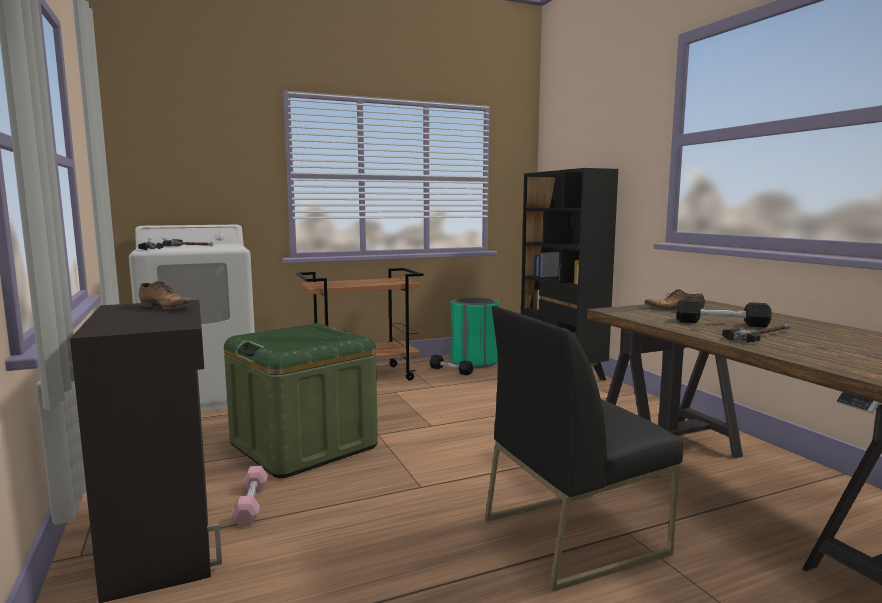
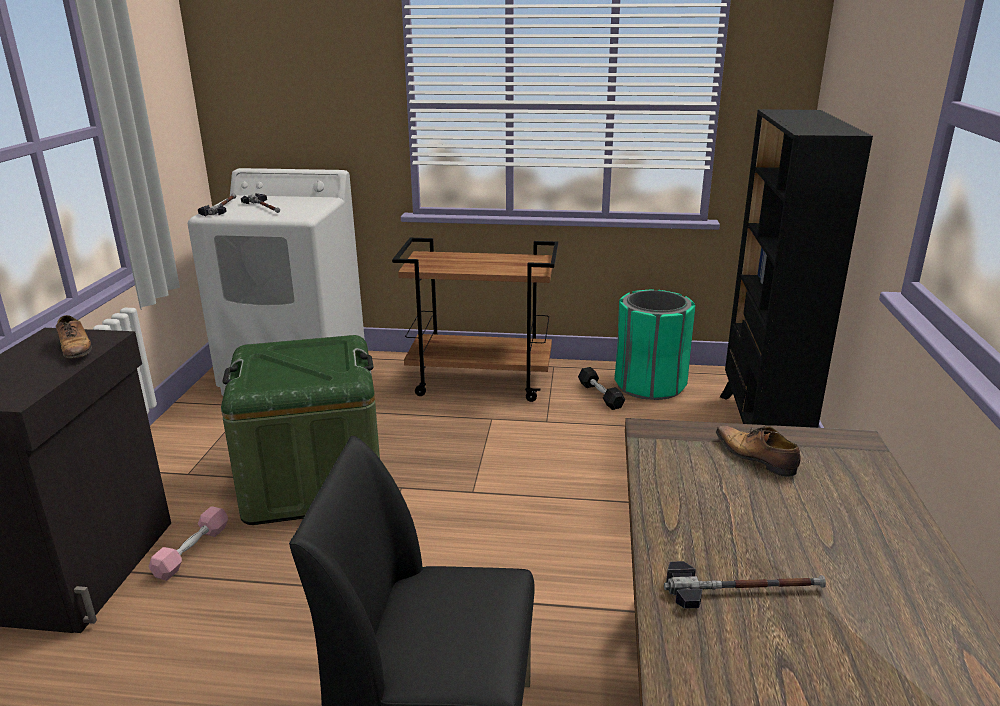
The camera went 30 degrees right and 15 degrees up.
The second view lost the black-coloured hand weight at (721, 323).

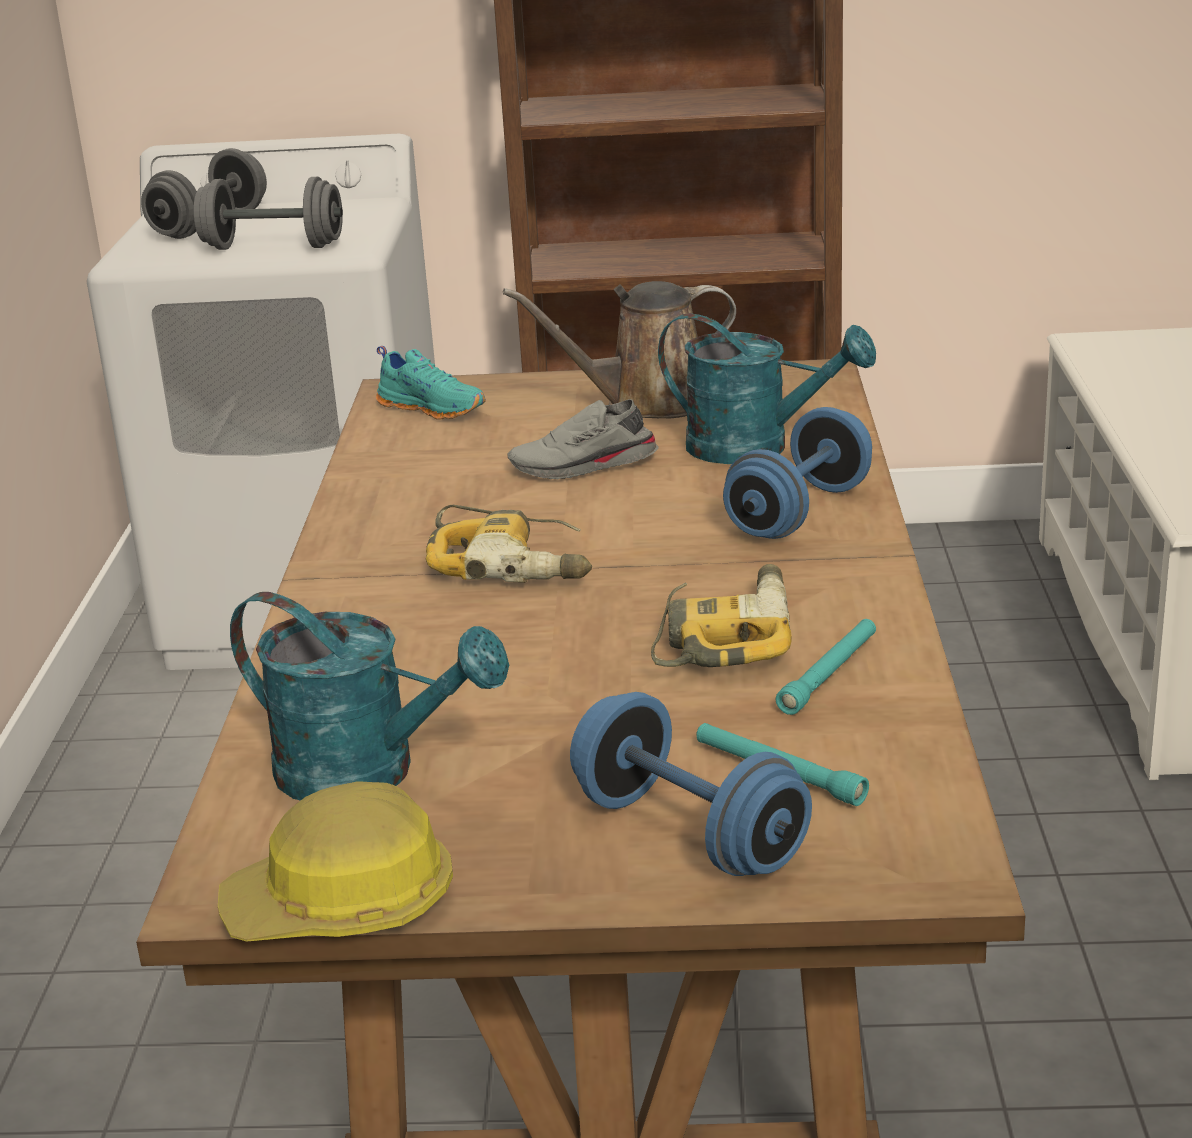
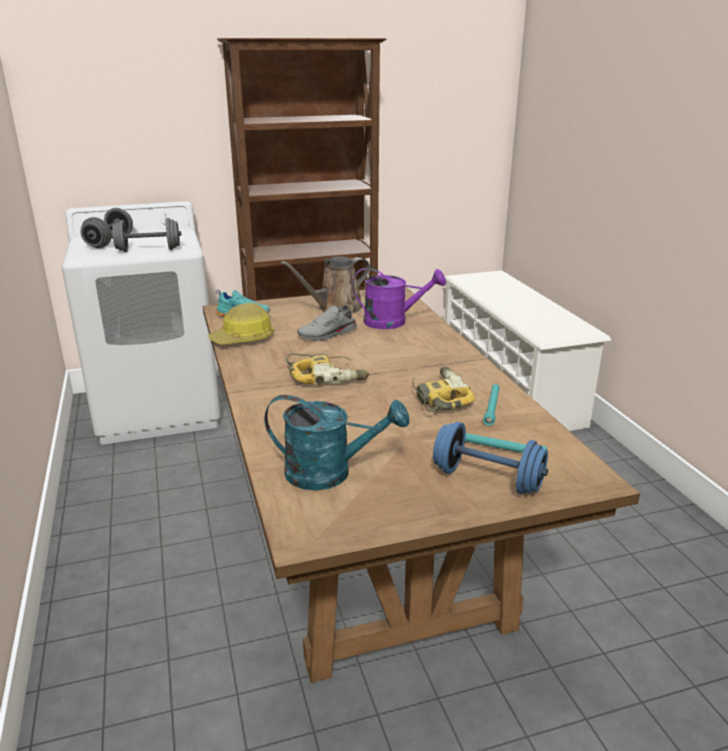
The camera went 20 degrees left and 0 degrees up.
The work helmet ended up elsewhere, having gone from (343, 906) to (244, 339).
What was the turquoise-coloured watering pot at (756, 447) turned into the purple-coloured watering pot at (393, 322).
The second view lost the blue hand weight at (799, 512).

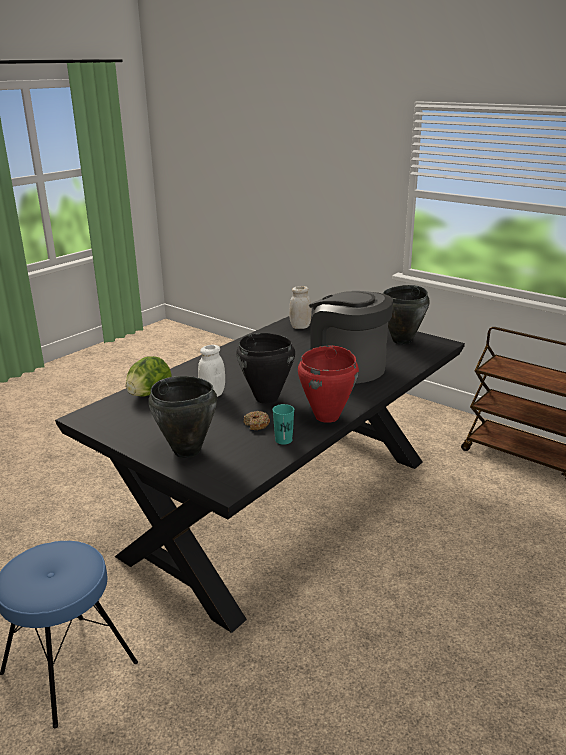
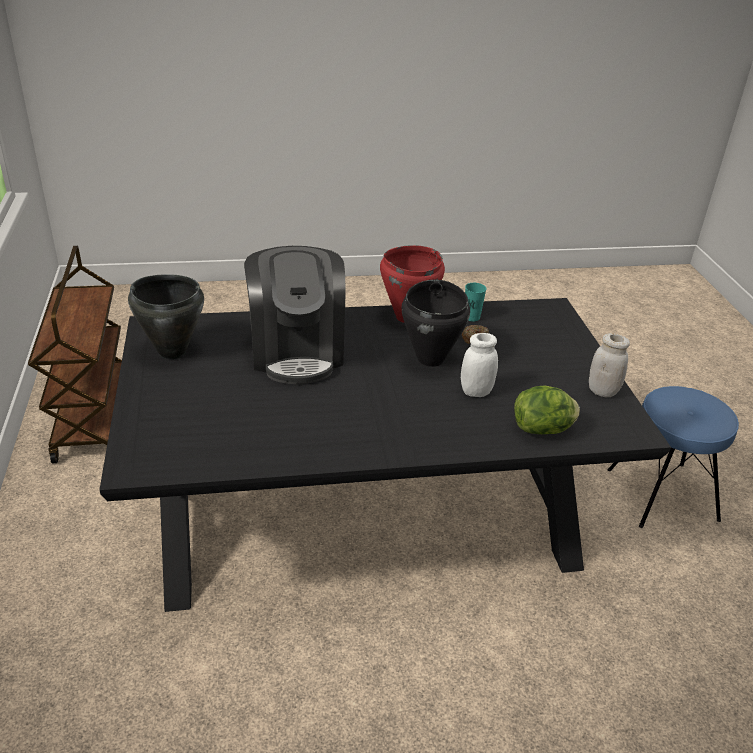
The camera went 140 degrees left and 10 degrees up.
The white-coloured storage jar ended up elsewhere, having gone from (300, 327) to (602, 391).
The second view lost the black-coloured saucepot at (187, 451).

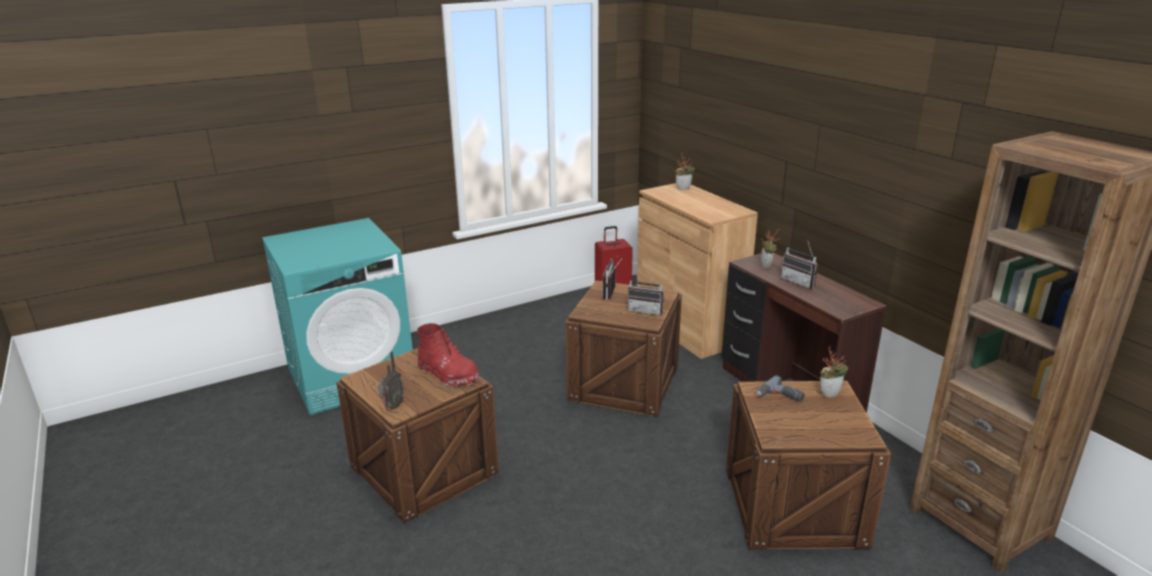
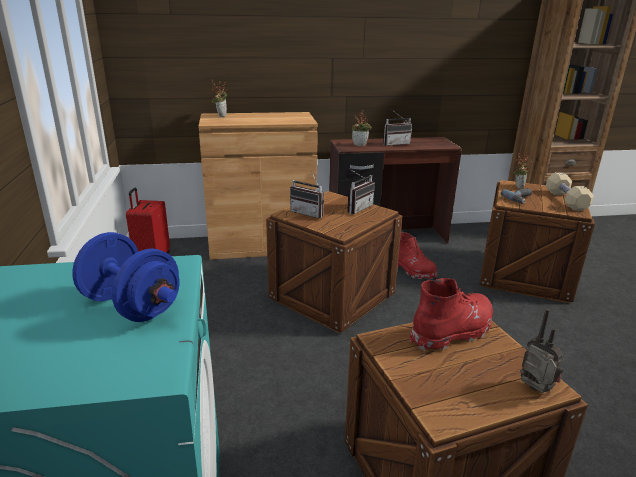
The camera went 70 degrees left and 0 degrees up.
The second view gained the blue hand weight at (131, 306).
The second view gained the red boot at (413, 270).
The second view gained the beige-coloured hand weight at (566, 201).

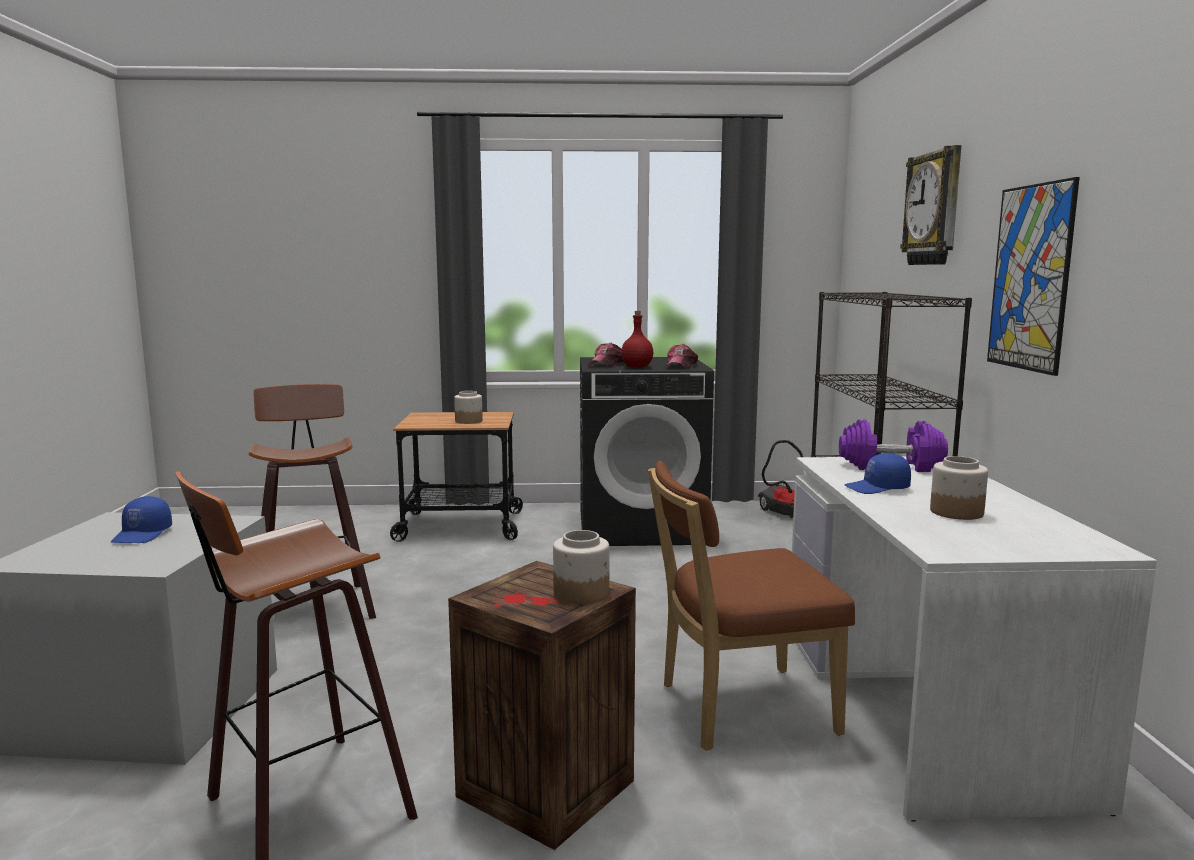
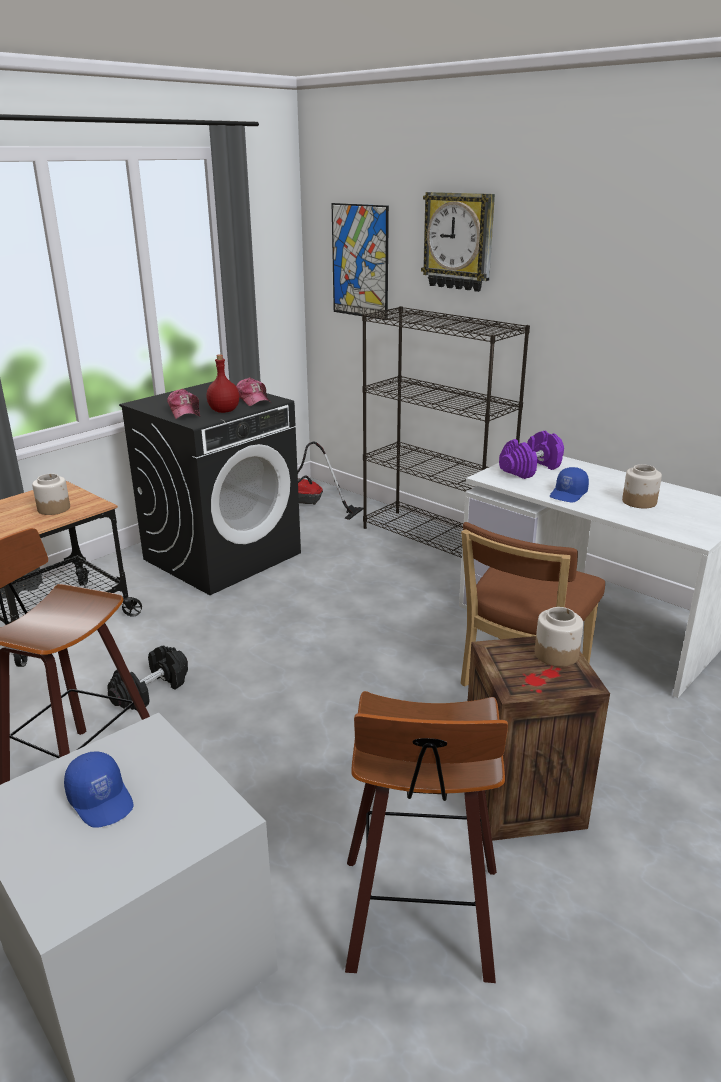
The camera went 45 degrees left and 15 degrees up.
The second view gained the black-coloured hand weight at (150, 691).
The picture ended up elsewhere, having gone from (1030, 277) to (360, 261).

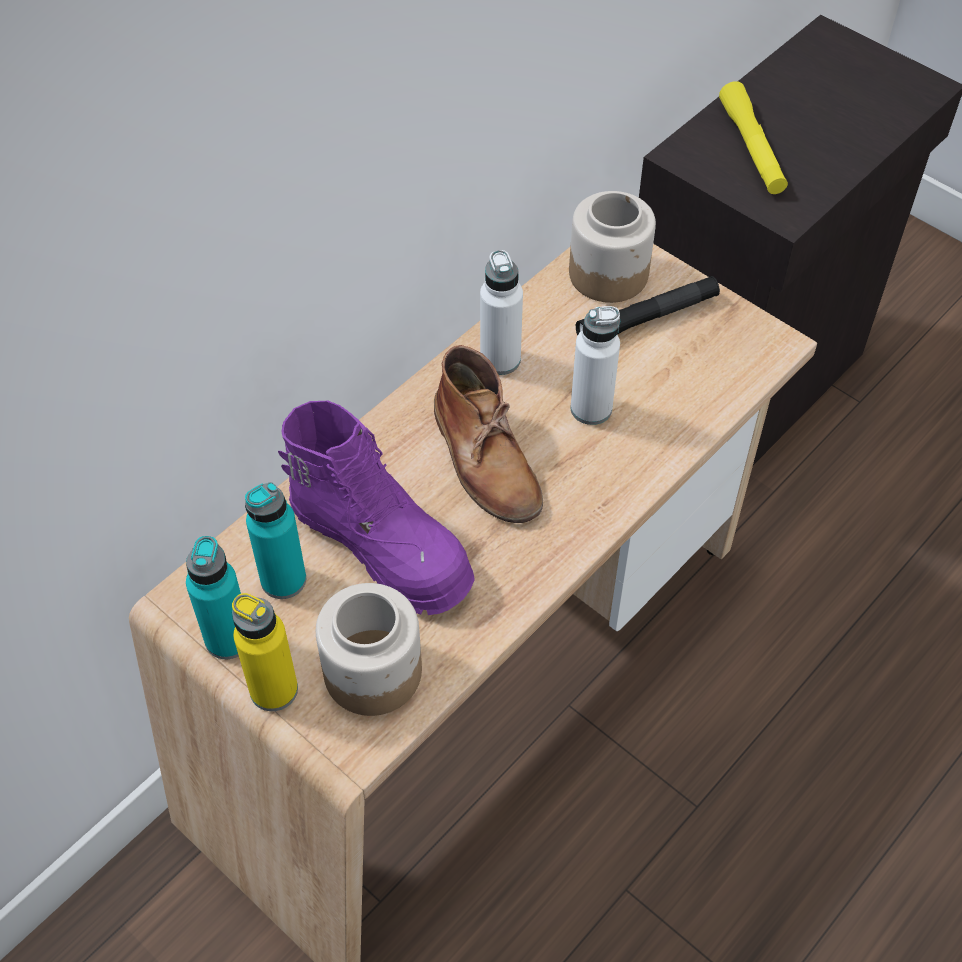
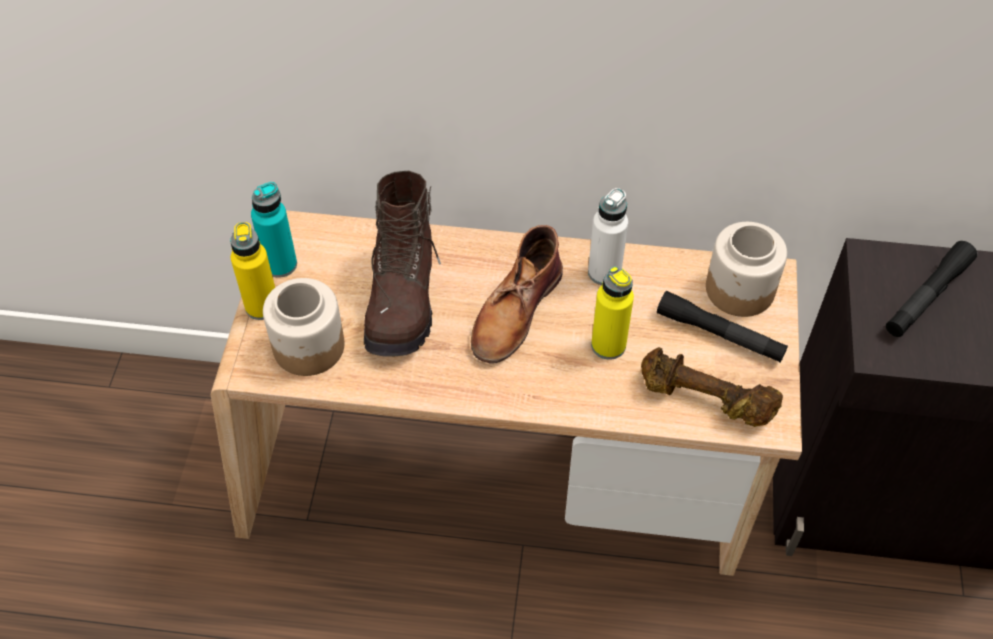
The camera went 55 degrees right and 0 degrees up.
What was the purple-coloured boot at (383, 546) turned into the brown boot at (403, 298).
What was the white-coloured drink bottle at (591, 408) turned into the yellowish drink bottle at (608, 345).
The second view gained the brown hand weight at (705, 400).
What was the yellowish flashlight at (751, 148) turned into the black-coloured flashlight at (927, 296).
The second view lost the turquoise-coloured drink bottle at (283, 580).

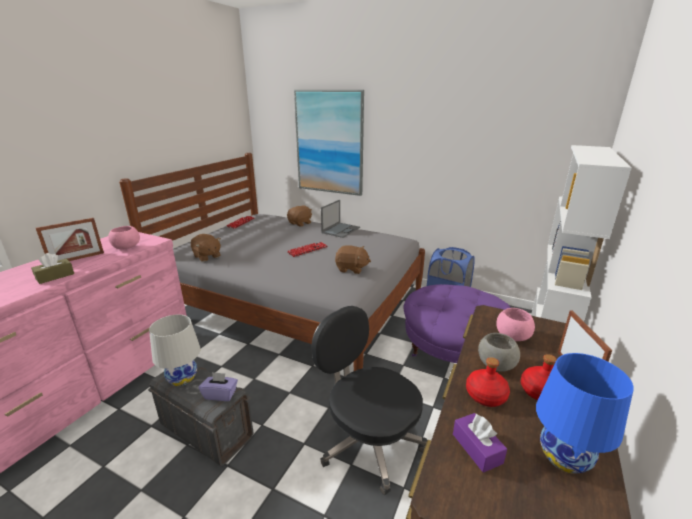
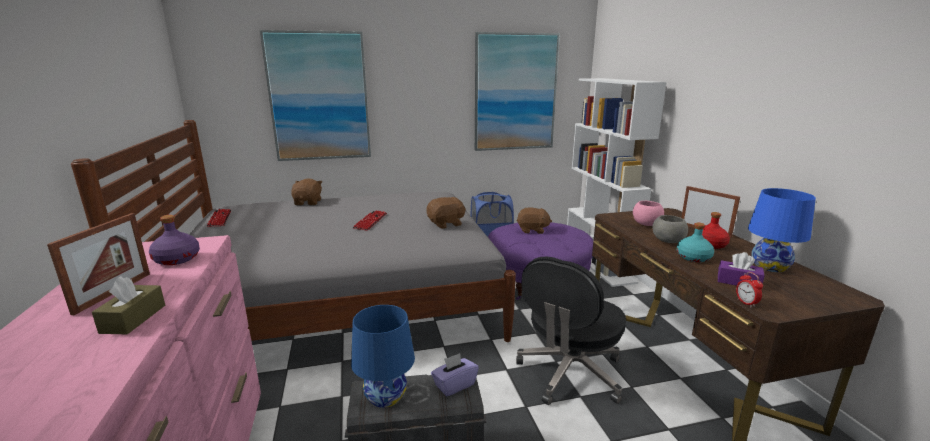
The camera went 40 degrees left and 5 degrees down.
Where the pink deep dish stood at (127, 248), the purple-coloured drink bottle came to stand at (177, 259).
What was the white-coloured table lamp at (182, 378) turned into the blue table lamp at (385, 396).
The second view gained the picture at (515, 92).
The black-coloured computer chair at (368, 441) ended up facing another way, 60 degrees counterclockwise from before.
The brown soft toy ended up elsewhere, having gone from (207, 256) to (532, 230).
What was the red drink bottle at (485, 395) turned into the turquoise-coloured drink bottle at (693, 257).
The second view gained the alarm clock at (746, 303).
The second view lost the notebook computer at (341, 230).

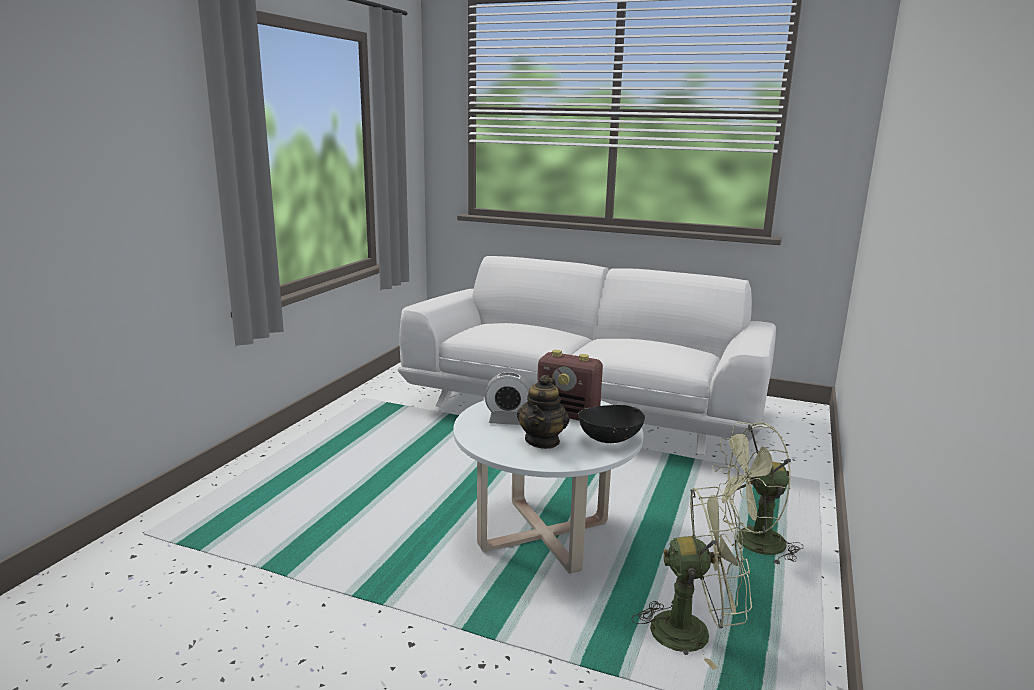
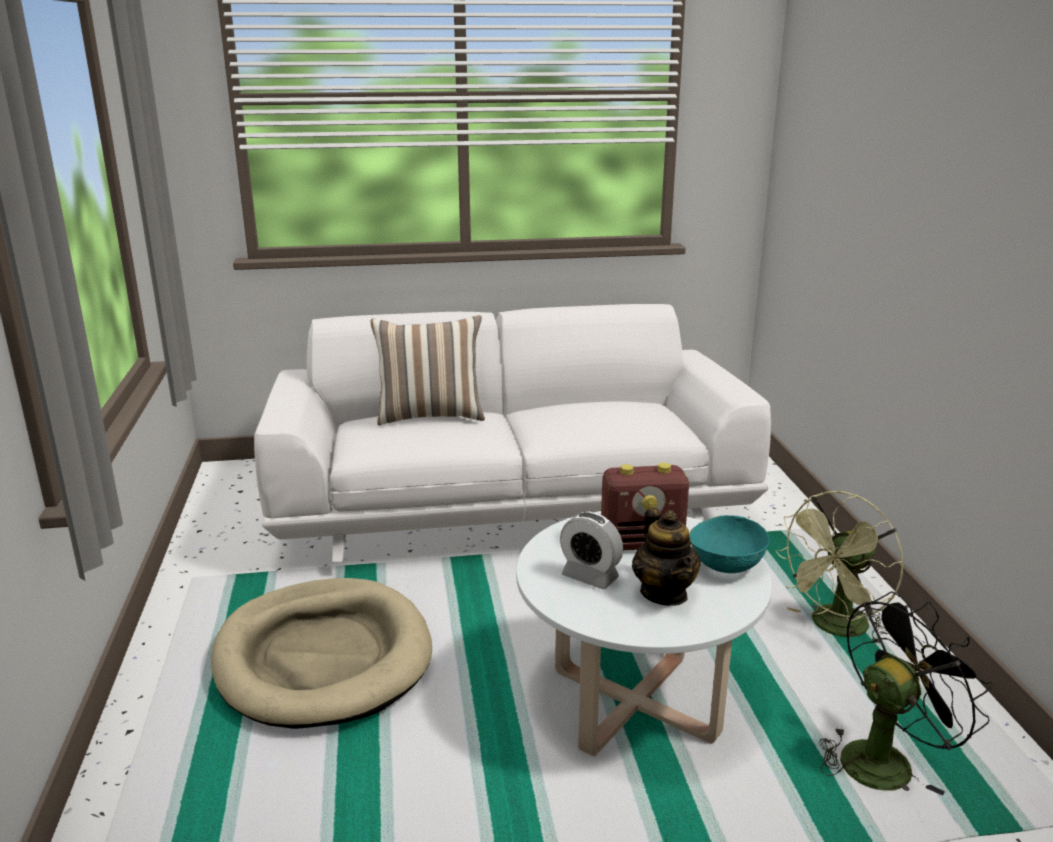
The camera went 30 degrees left and 5 degrees up.
The second view gained the beige-coloured dog bed at (323, 658).
The second view gained the pillow at (430, 415).
The alarm clock at (508, 421) ended up facing another way, 60 degrees clockwise from before.
What was the black-coloured deep dish at (609, 438) turned into the turquoise-coloured deep dish at (726, 564).
What was the green-coloured fan at (693, 631) turned into the black-coloured fan at (884, 758).

